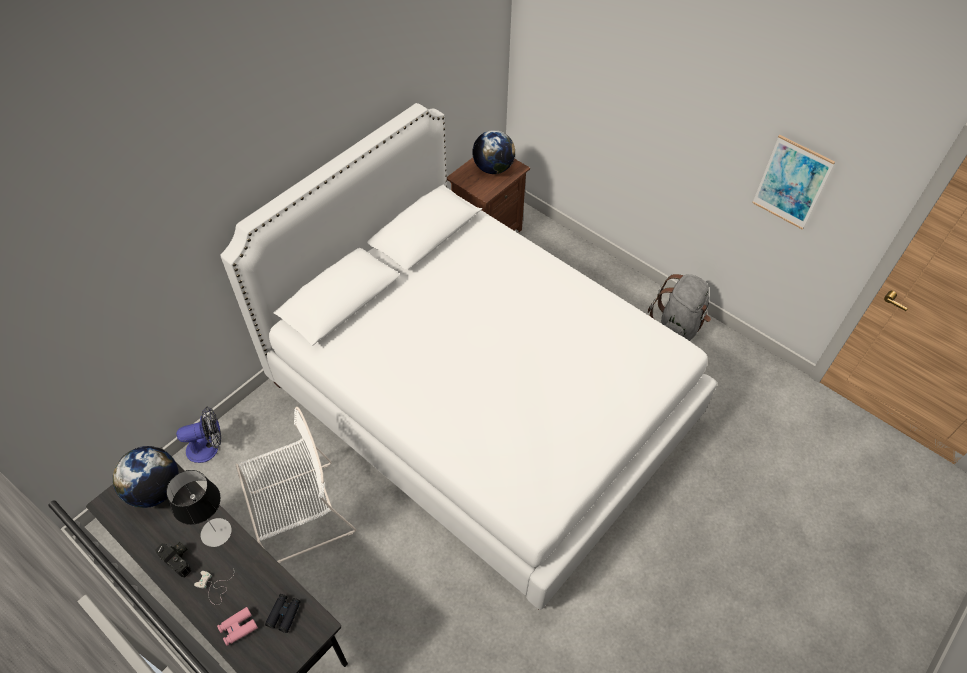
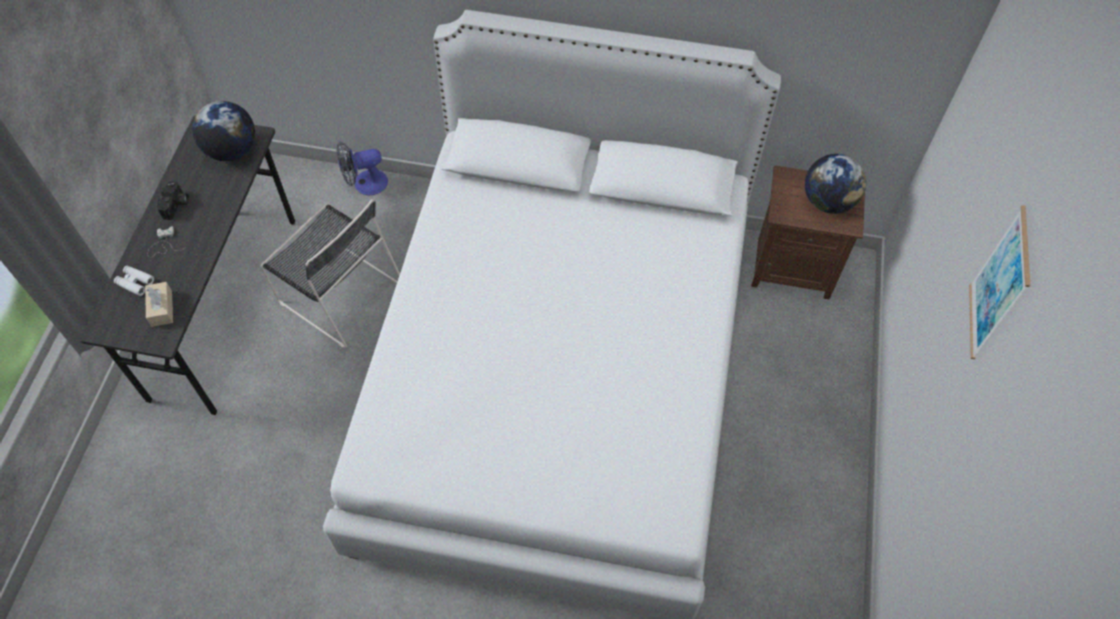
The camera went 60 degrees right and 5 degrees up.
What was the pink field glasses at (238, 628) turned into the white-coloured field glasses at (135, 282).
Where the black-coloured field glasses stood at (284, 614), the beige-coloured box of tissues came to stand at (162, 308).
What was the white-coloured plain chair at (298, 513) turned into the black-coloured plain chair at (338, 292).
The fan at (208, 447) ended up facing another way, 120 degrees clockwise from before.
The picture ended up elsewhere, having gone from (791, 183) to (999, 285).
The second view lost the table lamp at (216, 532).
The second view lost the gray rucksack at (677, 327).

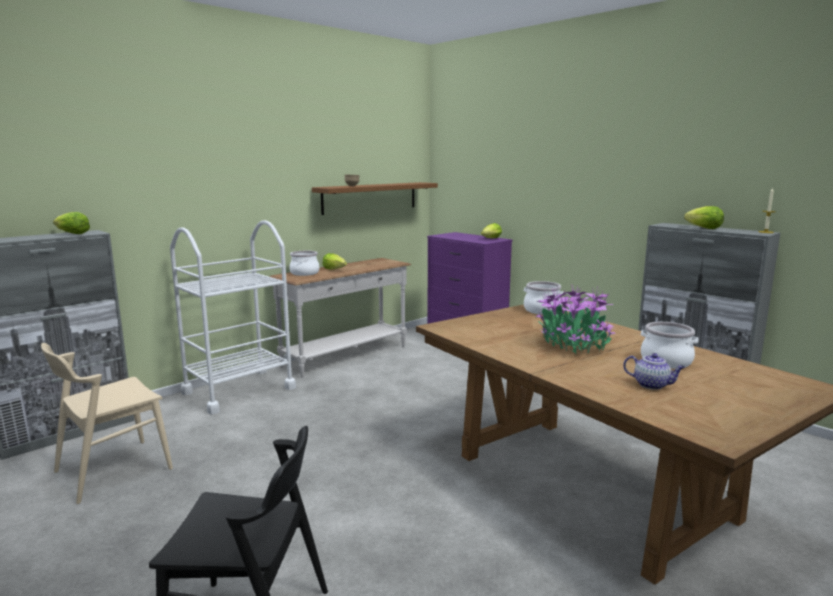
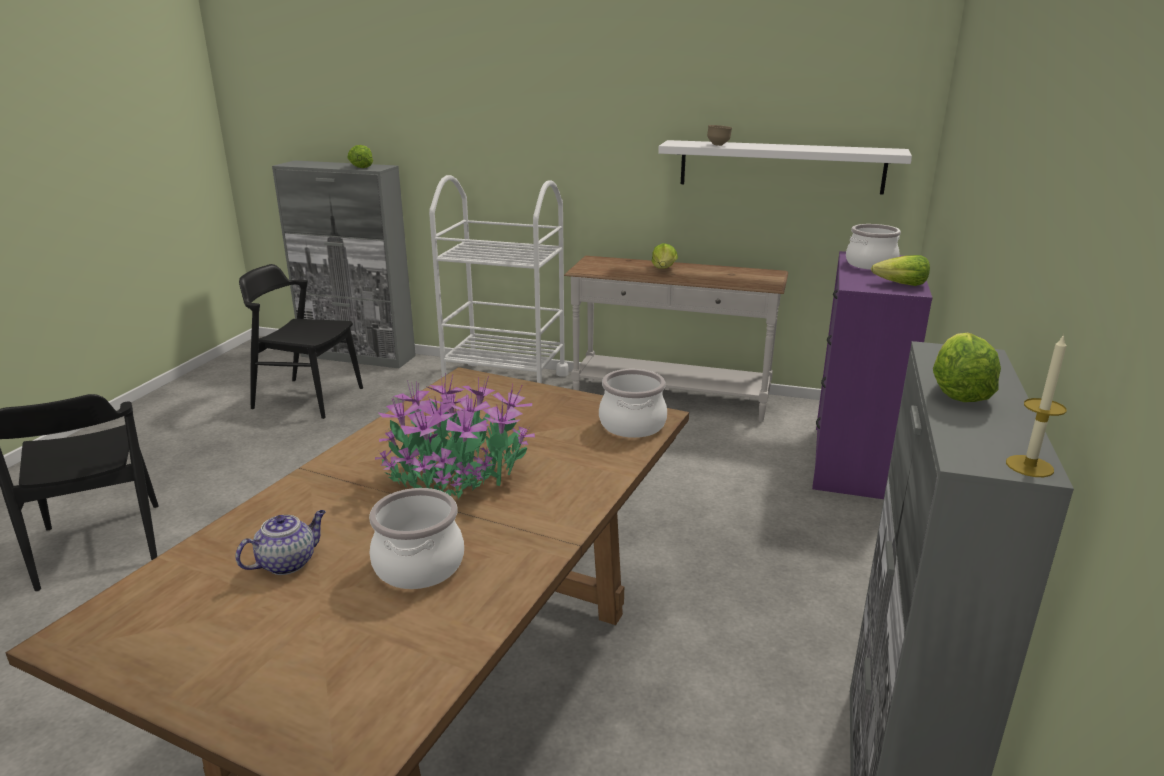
The camera went 60 degrees right and 10 degrees up.
The teapot at (652, 385) ended up facing another way, 135 degrees counterclockwise from before.
What was the beige-coloured plain chair at (113, 470) turned into the black-coloured plain chair at (308, 398).
What was the brown bracket shelf at (370, 197) turned into the white-coloured bracket shelf at (781, 166).
The saucepot ended up elsewhere, having gone from (304, 273) to (870, 264).

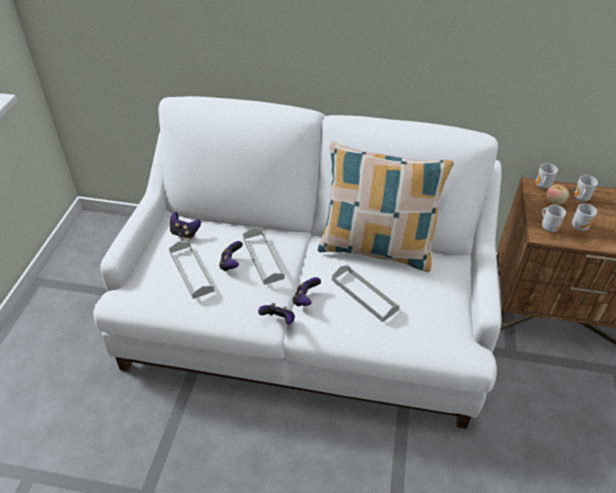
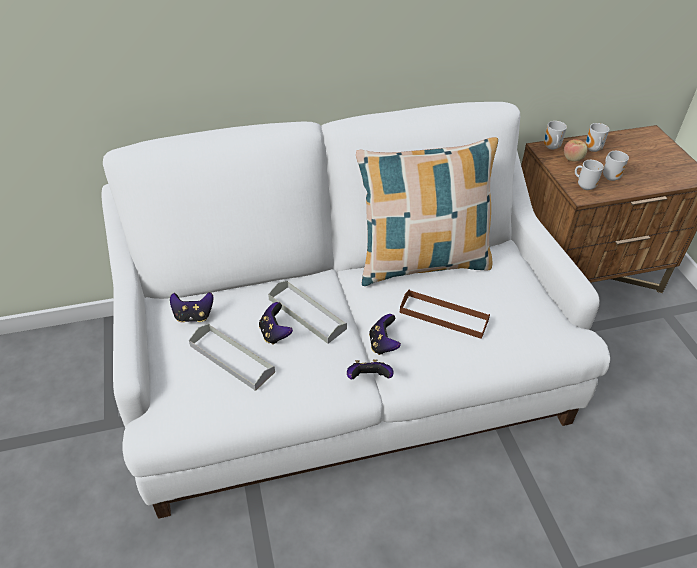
The camera went 25 degrees left and 0 degrees up.
What was the gray tray at (364, 295) turned into the brown tray at (443, 316).

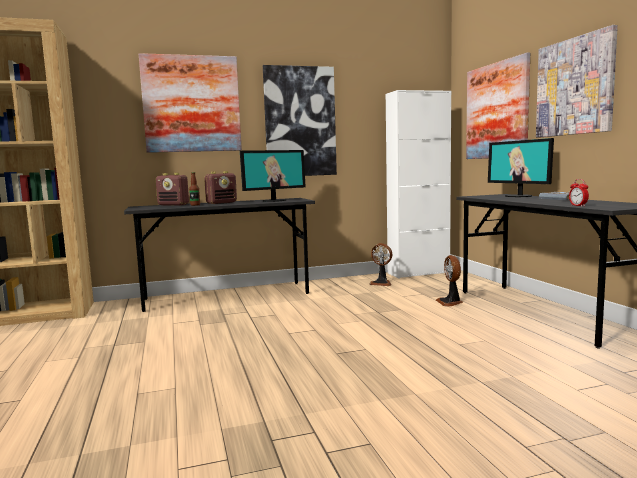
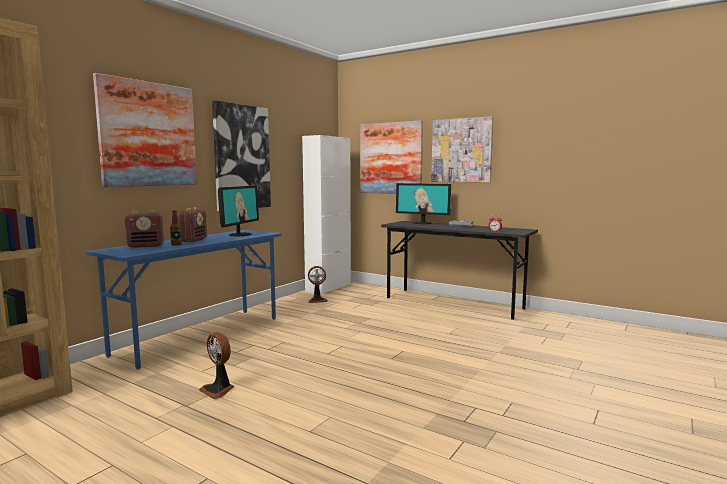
The camera went 40 degrees left and 0 degrees up.
What was the gray desk at (227, 296) turned into the blue desk at (200, 335).
The fan ended up elsewhere, having gone from (450, 302) to (218, 390).

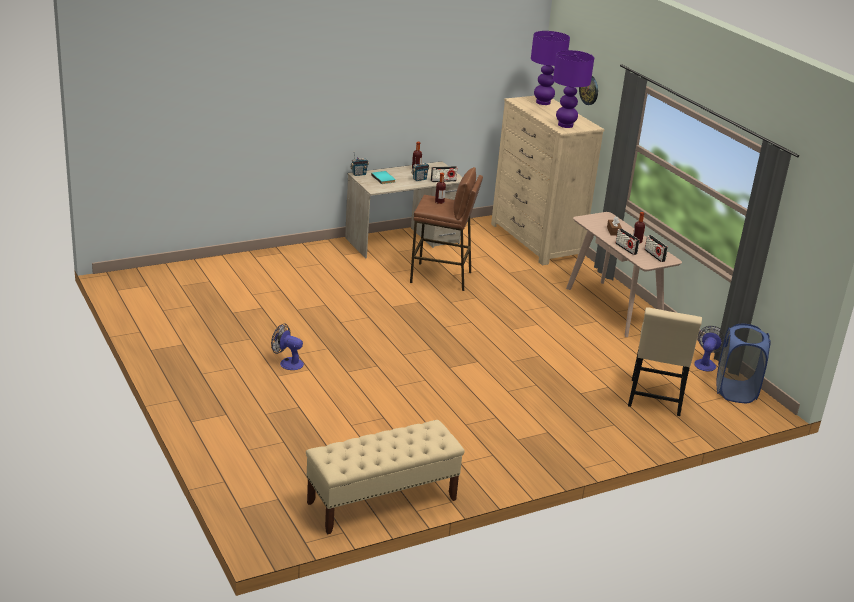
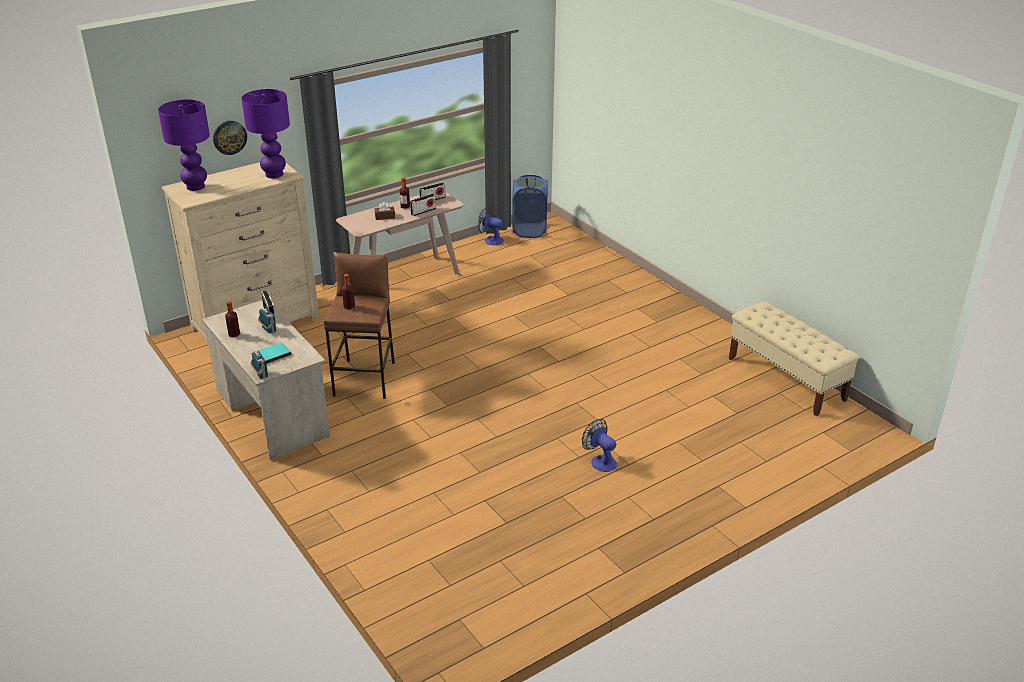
The camera went 95 degrees left and 5 degrees up.
The fan at (287, 363) ended up facing another way, 120 degrees clockwise from before.
The second view lost the beige-coloured plain chair at (655, 400).

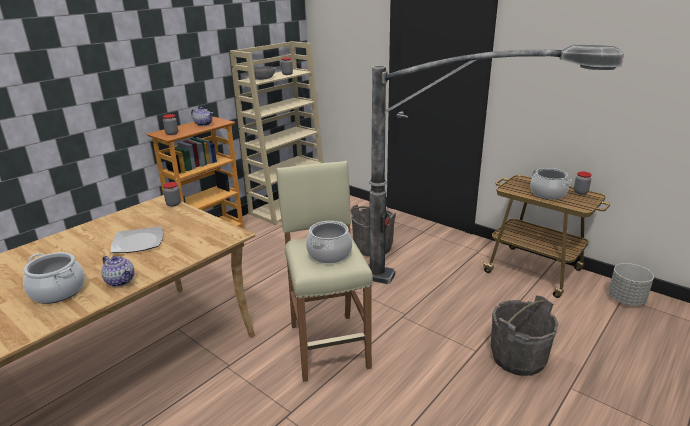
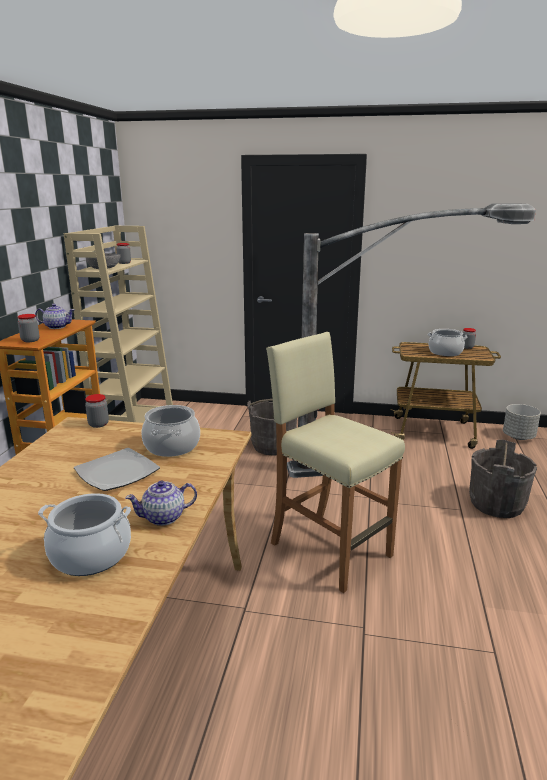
The camera went 30 degrees left and 5 degrees down.
The teapot at (120, 281) ended up facing another way, 150 degrees clockwise from before.
The saucepot ended up elsewhere, having gone from (329, 254) to (172, 446).

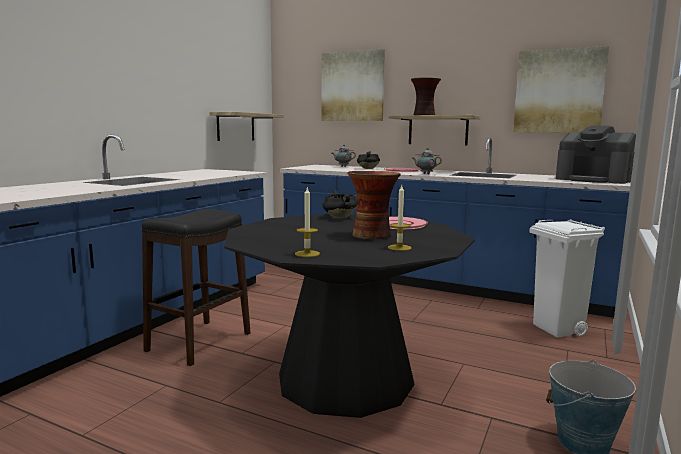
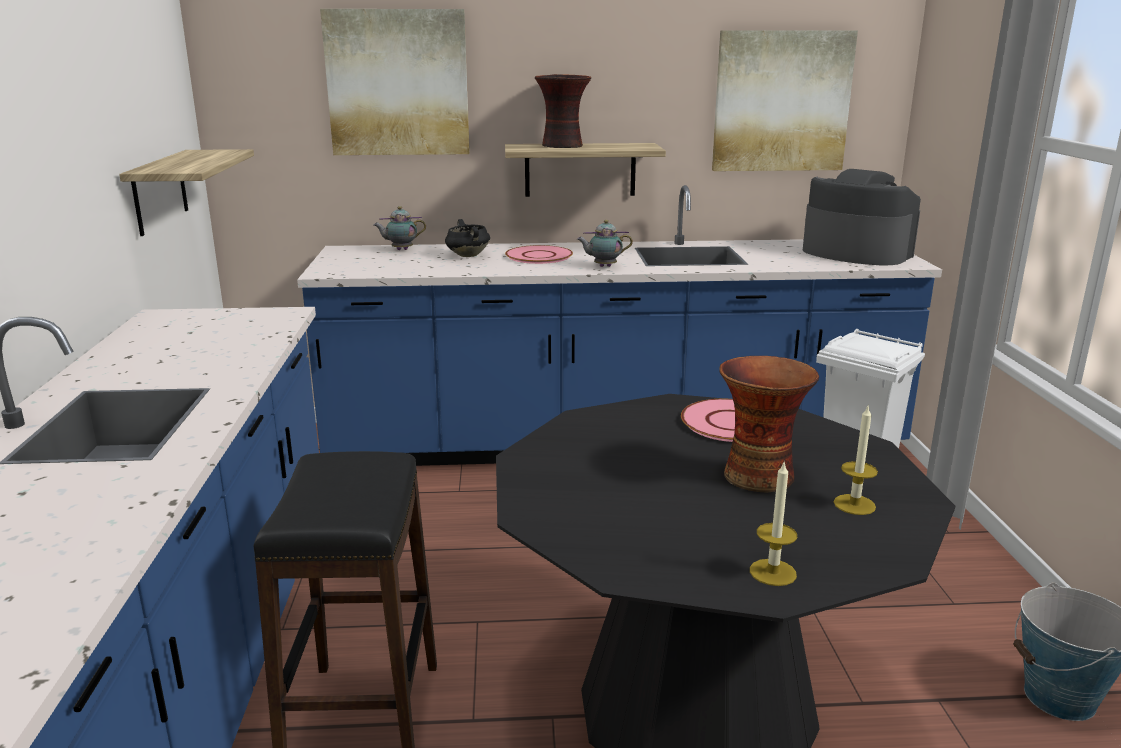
The camera went 30 degrees left and 10 degrees up.
The coffee brewer at (593, 180) ended up facing another way, 150 degrees counterclockwise from before.
The second view lost the black-coloured saucepot at (339, 217).

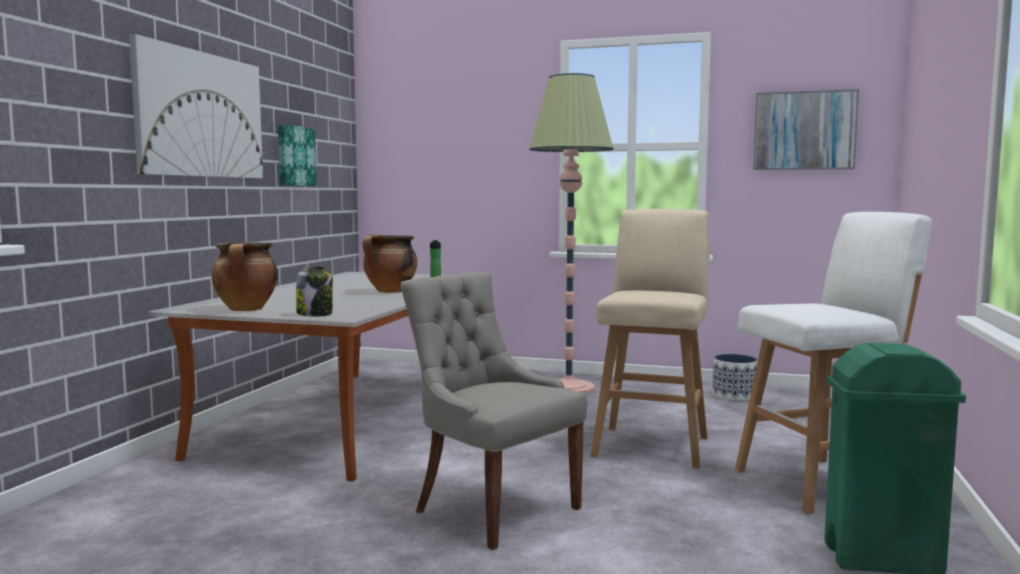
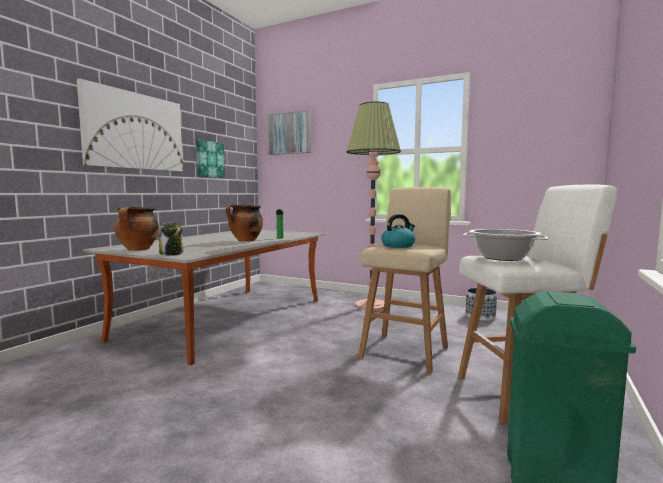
The camera went 10 degrees right and 0 degrees up.
The picture ended up elsewhere, having gone from (804, 131) to (289, 133).
The second view gained the kettle at (398, 246).
The second view gained the saucepot at (502, 258).
The second view lost the gray plain chair at (493, 509).

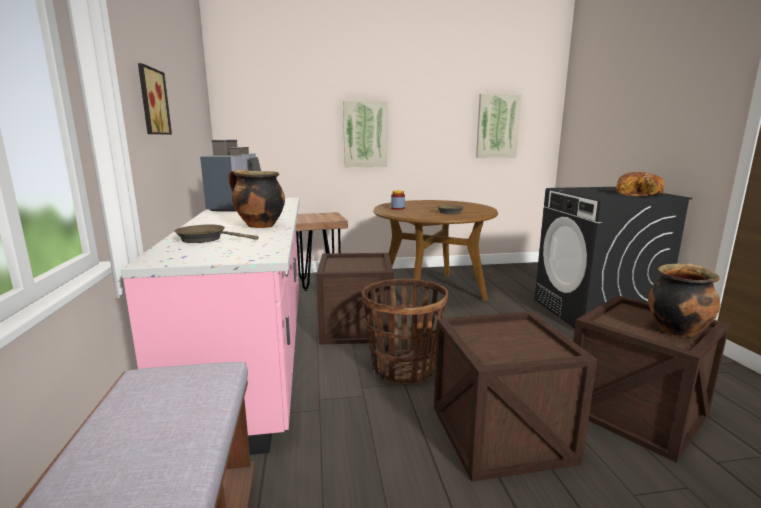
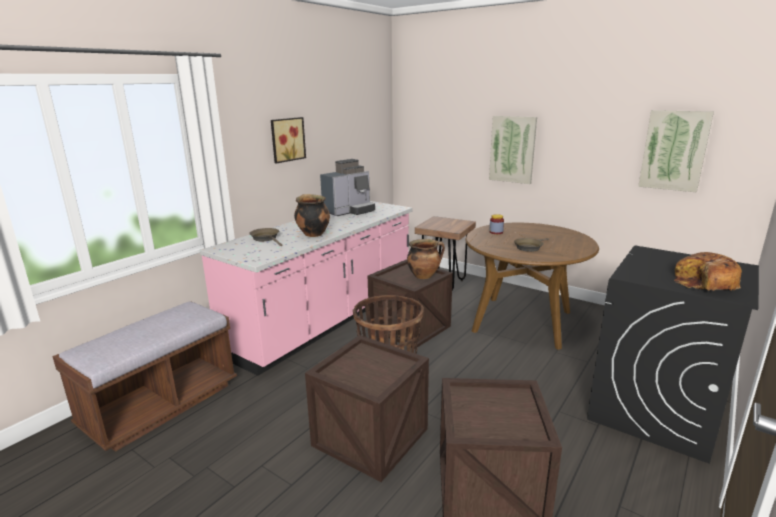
The camera went 45 degrees right and 5 degrees up.
The saucepot ended up elsewhere, having gone from (676, 330) to (424, 276).

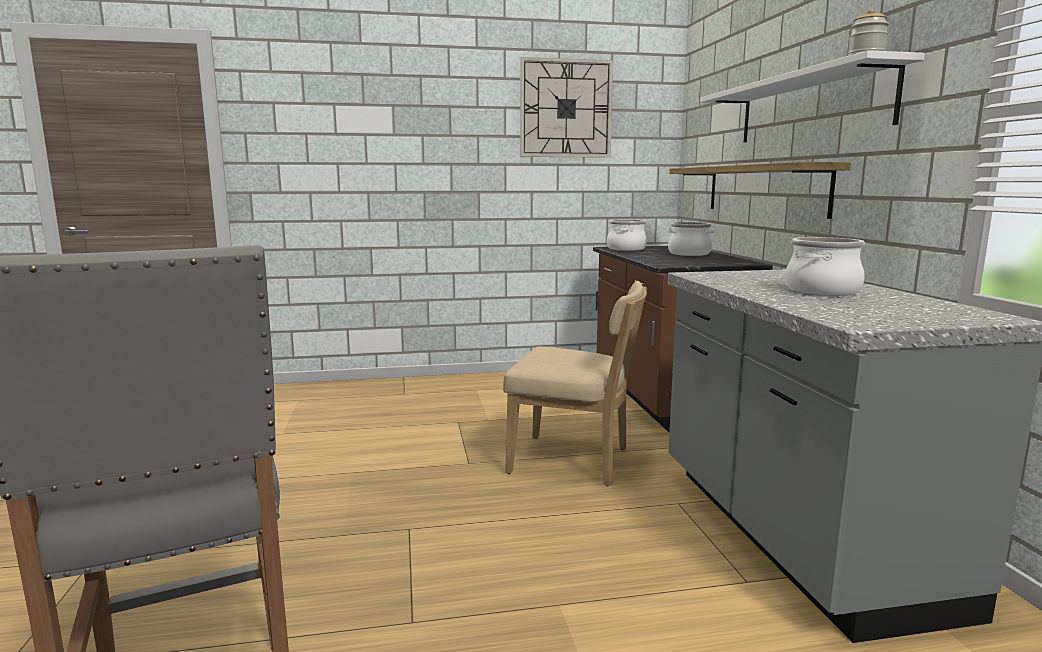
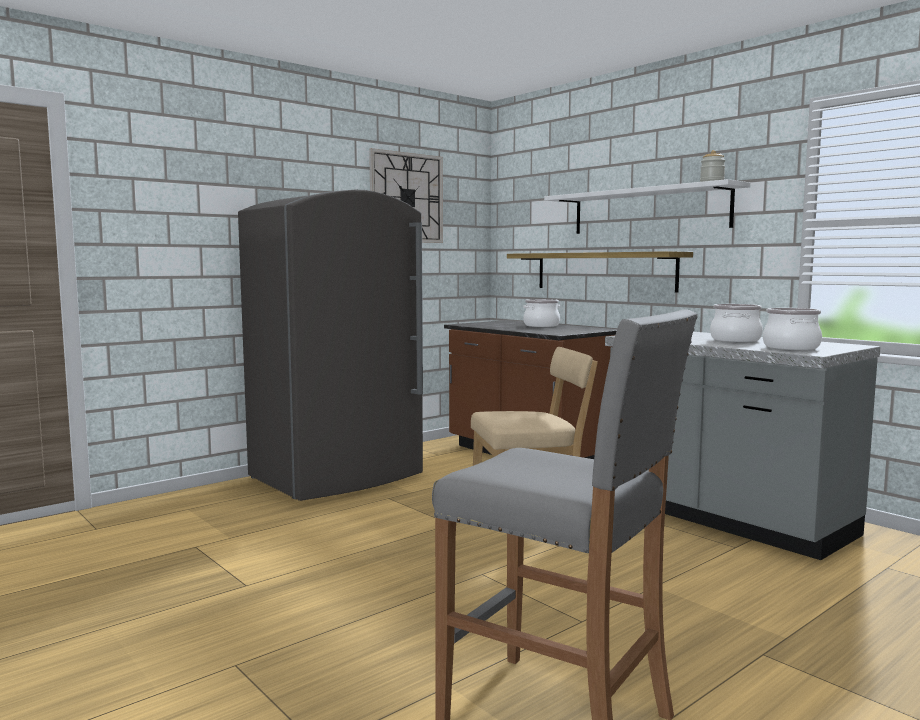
The camera went 30 degrees left and 5 degrees down.
The second view gained the gray kitchen fridge at (338, 477).
The saucepot ended up elsewhere, having gone from (626, 249) to (790, 347).

